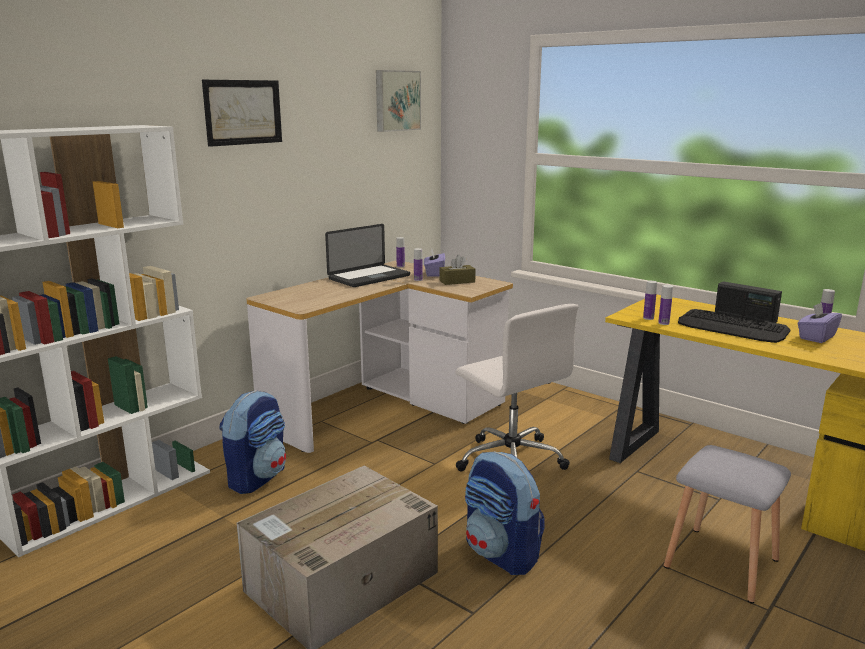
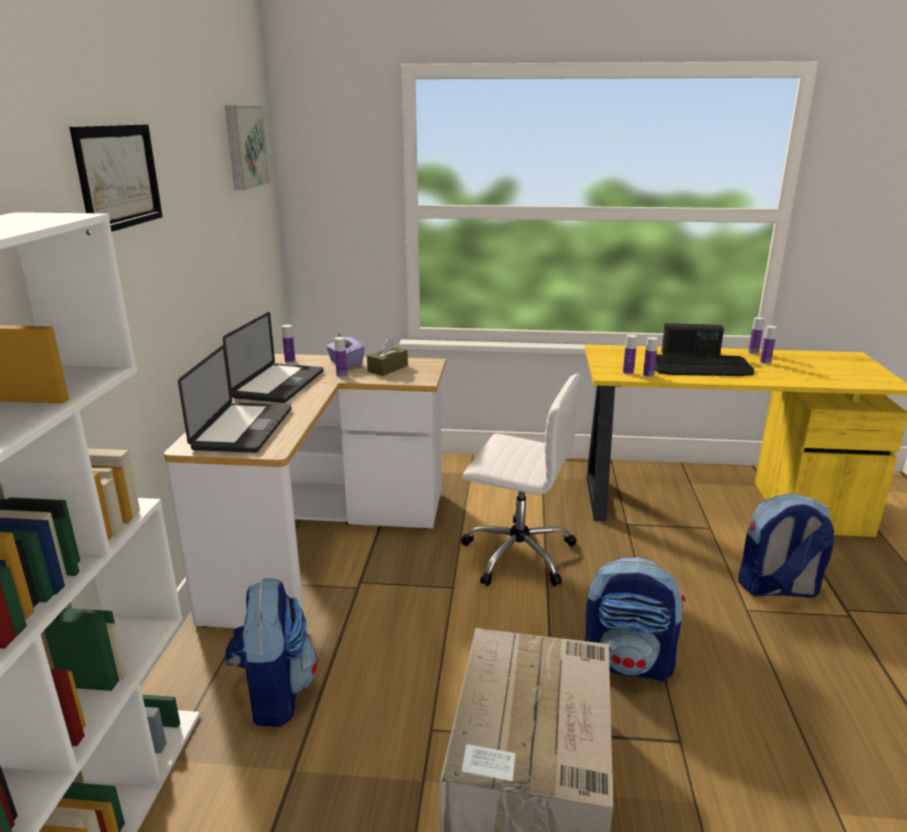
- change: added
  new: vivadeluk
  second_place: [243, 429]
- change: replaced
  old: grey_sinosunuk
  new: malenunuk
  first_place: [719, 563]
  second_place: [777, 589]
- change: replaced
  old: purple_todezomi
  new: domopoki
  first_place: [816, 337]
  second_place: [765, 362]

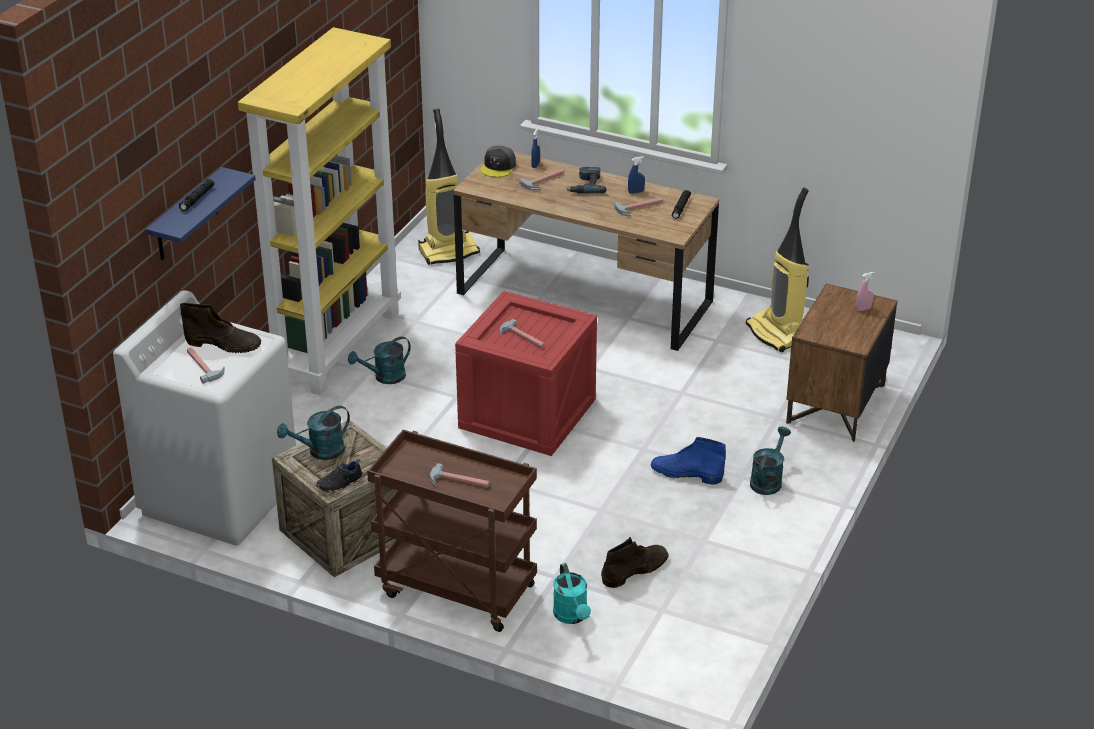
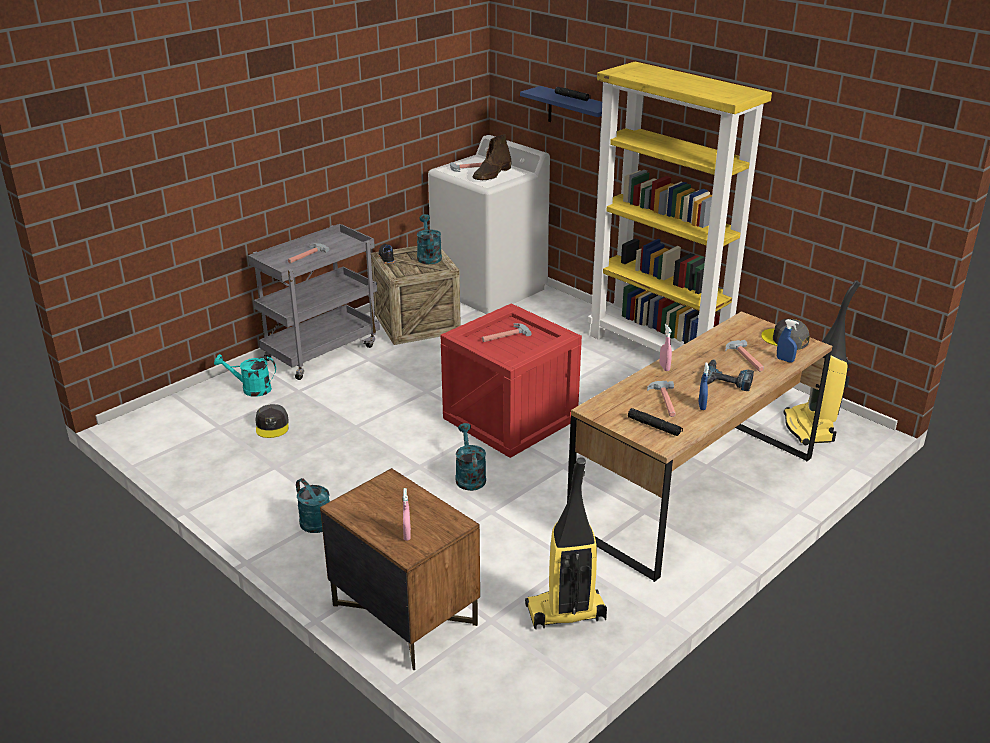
- change: removed
  old: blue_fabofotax
  first_place: [686, 474]
- change: added
  new: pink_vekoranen
  second_place: [664, 367]
- change: moved
  old: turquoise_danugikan
  first_place: [384, 377]
  second_place: [469, 476]
- change: replaced
  old: brown_fabofotax
  new: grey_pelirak
  first_place: [635, 570]
  second_place: [272, 426]
- change: recoloured
  old: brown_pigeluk
  new: grey_pigeluk
  first_place: [454, 590]
  second_place: [322, 351]

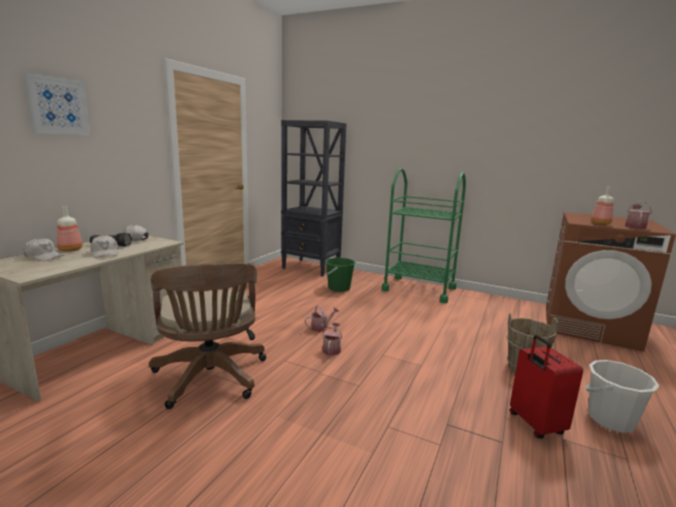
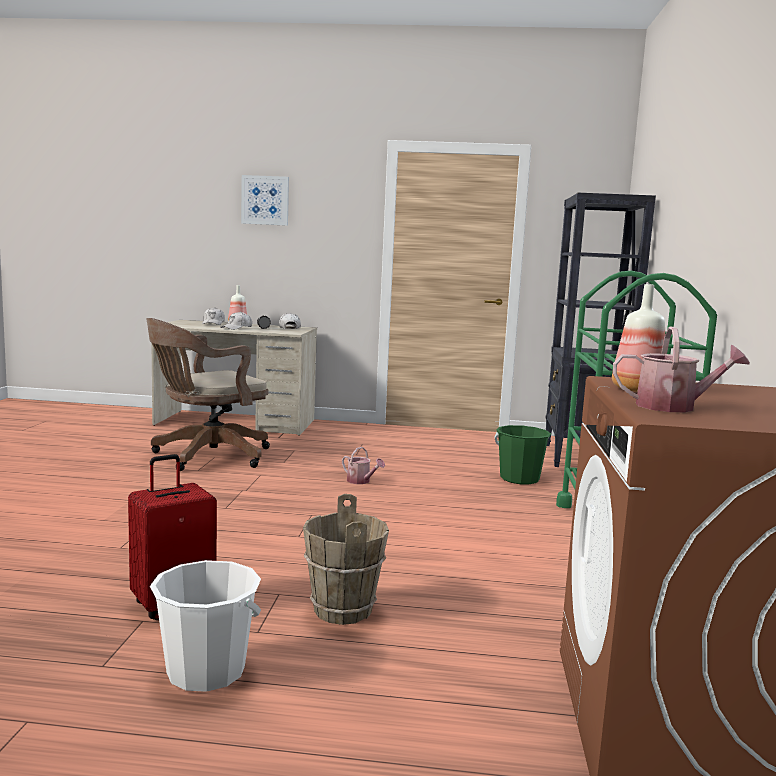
- change: removed
  old: danugikan
  first_place: [332, 349]

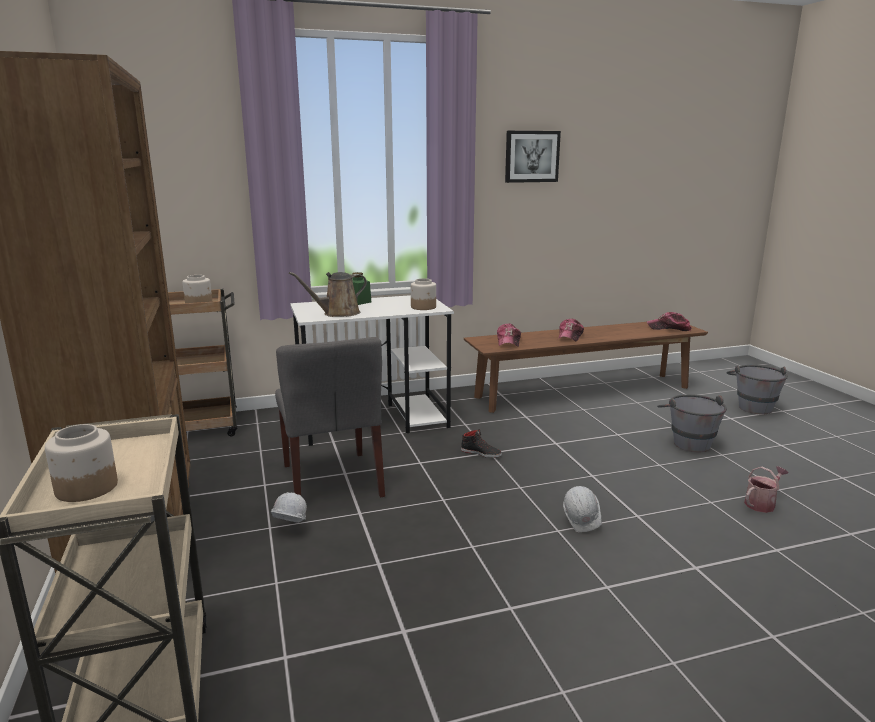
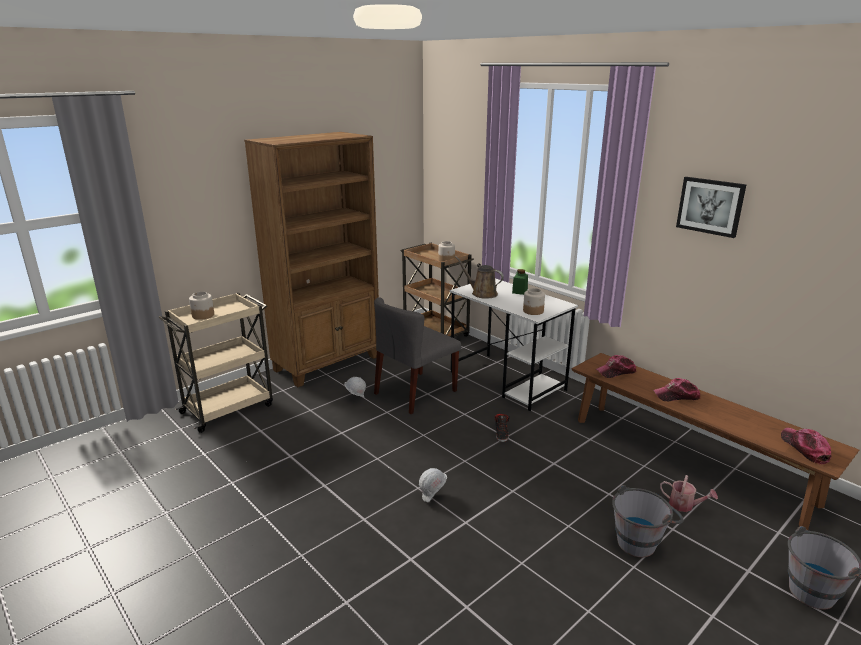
- change: moved
  old: danugikan
  first_place: [762, 503]
  second_place: [684, 505]

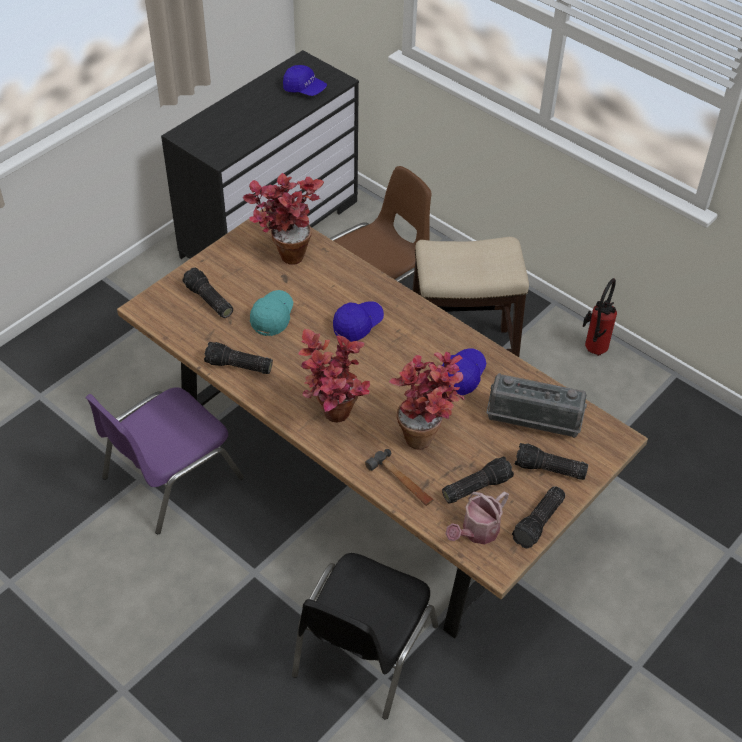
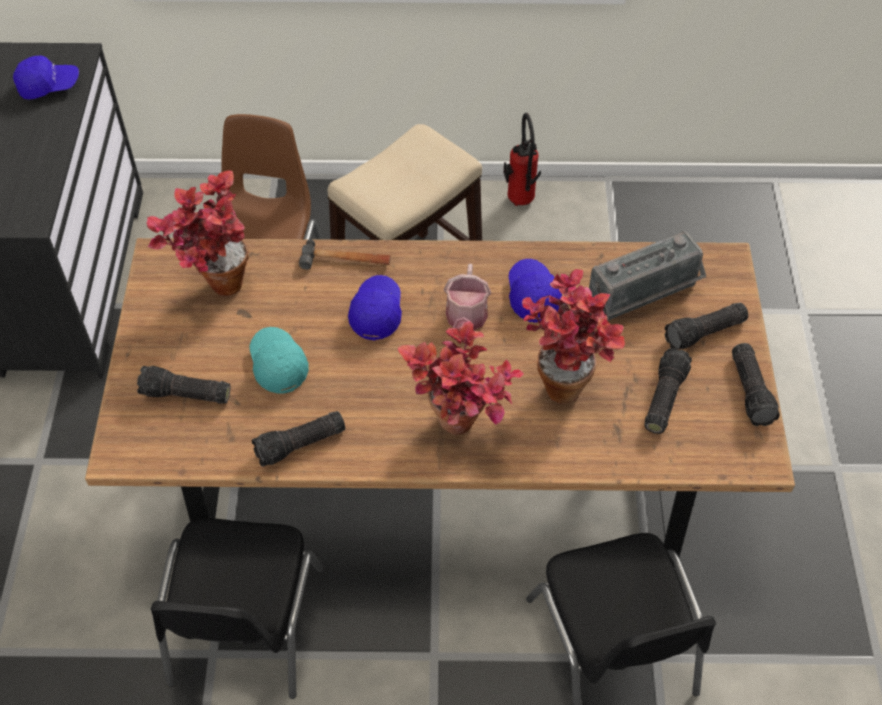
- change: moved
  old: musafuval
  first_place: [401, 482]
  second_place: [346, 261]
- change: moved
  old: danugikan
  first_place: [476, 532]
  second_place: [466, 321]
- change: recoloured
  old: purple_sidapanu
  new: black_sidapanu
  first_place: [169, 478]
  second_place: [243, 628]

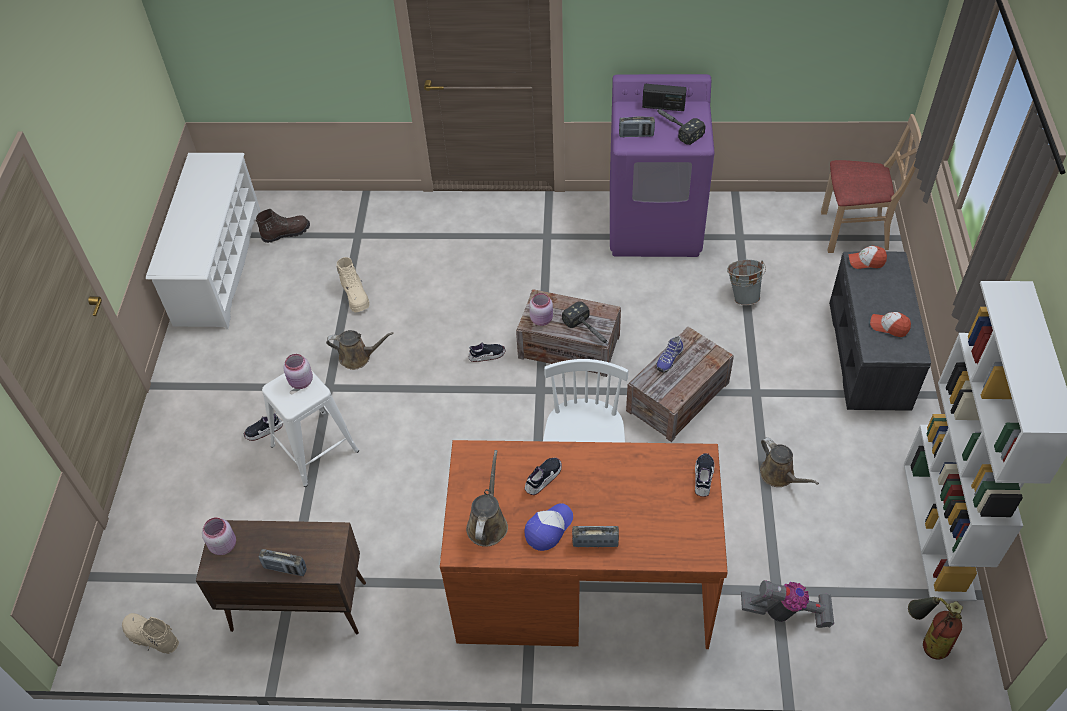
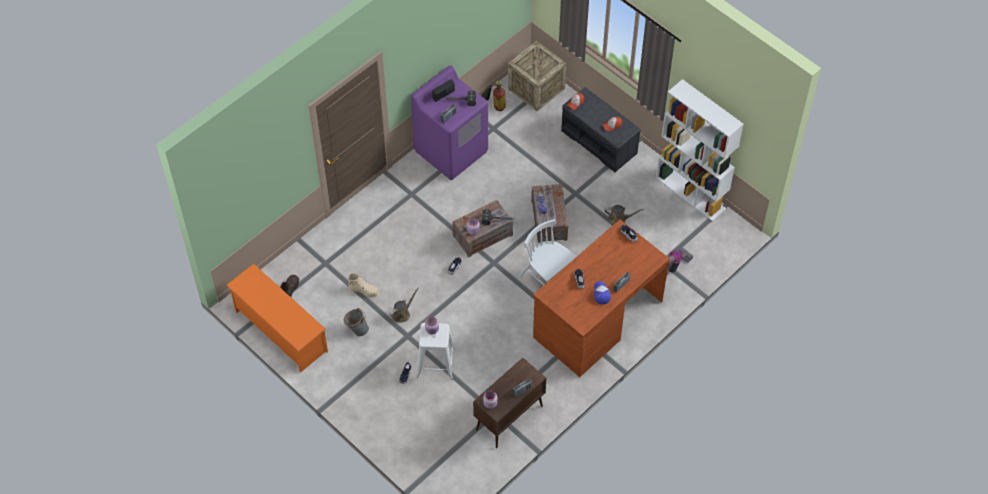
- change: removed
  old: beige_fabofotax
  first_place: [151, 637]
- change: removed
  old: brown_danugikan
  first_place: [488, 523]
- change: moved
  old: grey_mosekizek
  first_place: [743, 295]
  second_place: [357, 329]
- change: moved
  old: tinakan
  first_place: [926, 640]
  second_place: [494, 107]
- change: replaced
  old: beige_sidapanu
  new: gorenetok
  first_place: [854, 232]
  second_place: [536, 88]
- change: recoloured
  old: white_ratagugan
  new: orange_ratagugan
  first_place: [218, 266]
  second_place: [280, 331]

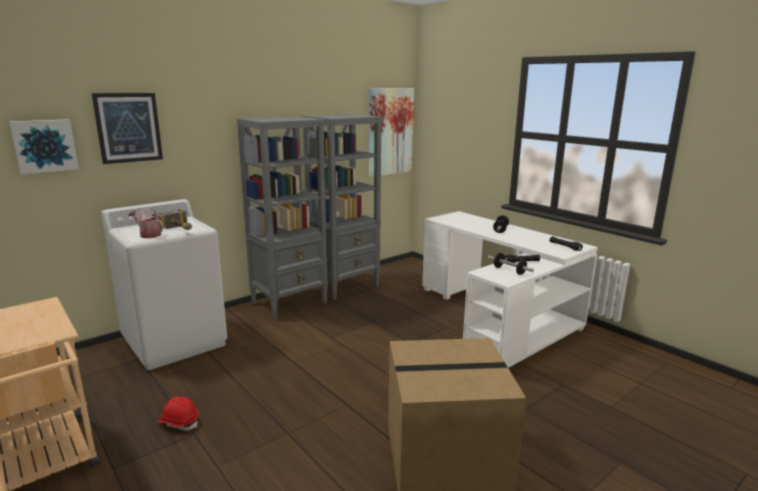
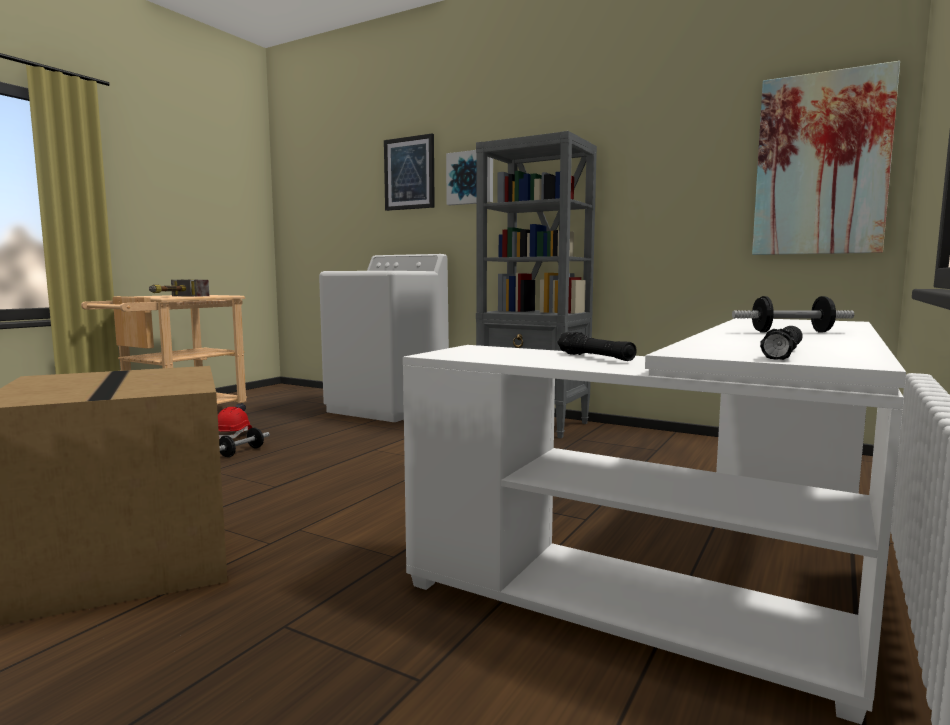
- change: removed
  old: danugikan
  first_place: [148, 235]
- change: removed
  old: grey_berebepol
  first_place: [345, 286]
- change: moved
  old: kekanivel
  first_place: [45, 146]
  second_place: [470, 178]
- change: moved
  old: musafuval
  first_place: [179, 229]
  second_place: [174, 296]
- change: moved
  old: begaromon
  first_place: [509, 271]
  second_place: [241, 452]

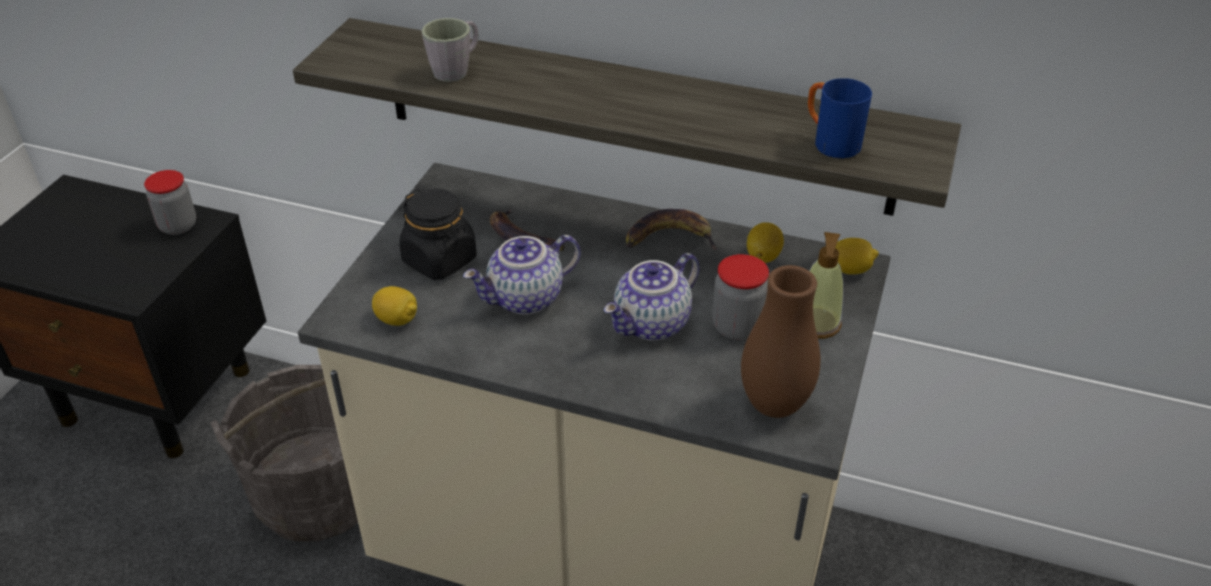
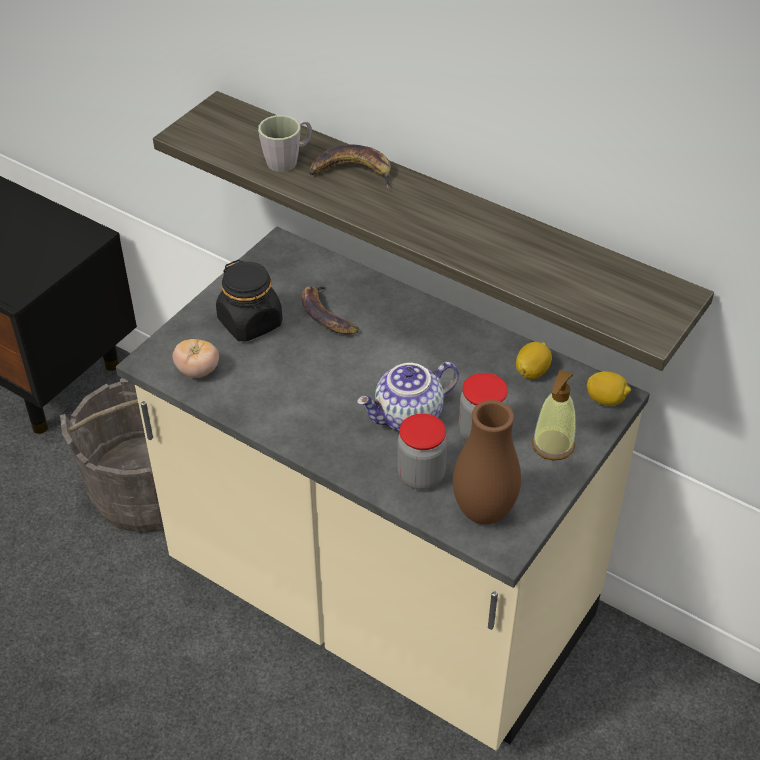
- change: removed
  old: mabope
  first_place: [525, 299]
- change: removed
  old: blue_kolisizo
  first_place: [830, 142]
- change: moved
  old: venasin
  first_place: [178, 226]
  second_place: [421, 475]
- change: moved
  old: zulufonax
  first_place: [670, 238]
  second_place: [353, 172]
- change: replaced
  old: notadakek
  new: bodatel
  first_place: [397, 319]
  second_place: [197, 371]

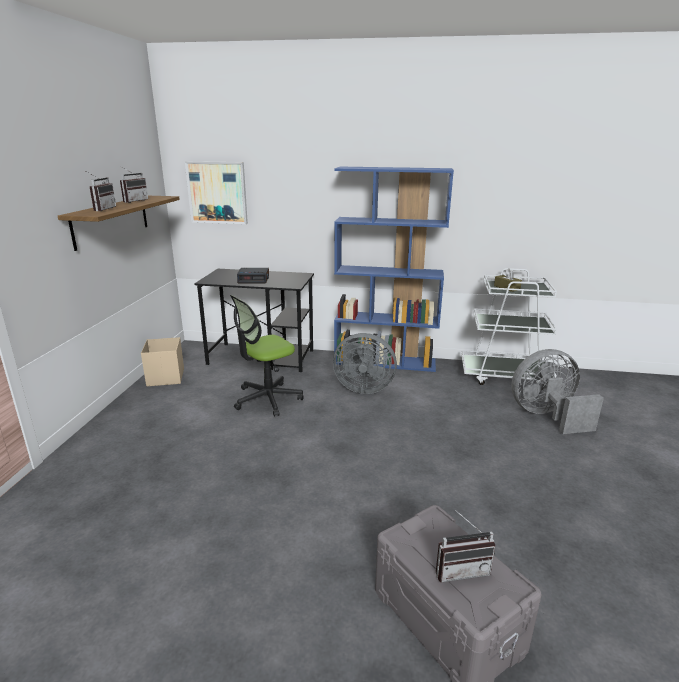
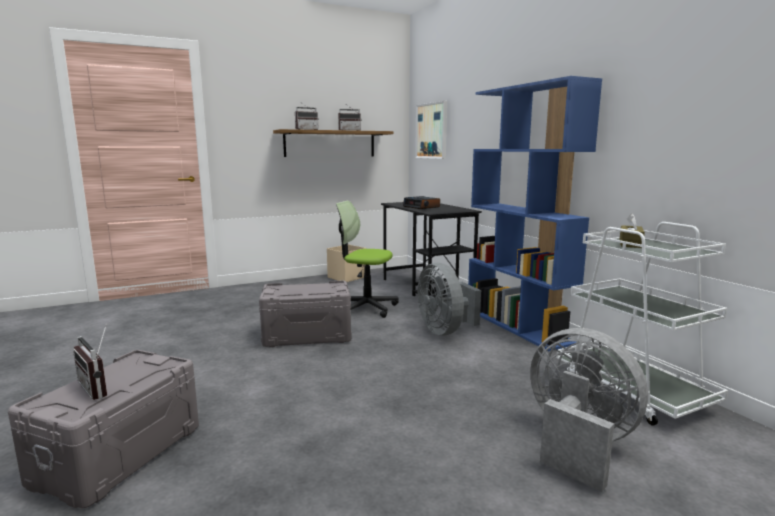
- change: added
  new: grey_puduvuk
  second_place: [307, 335]

